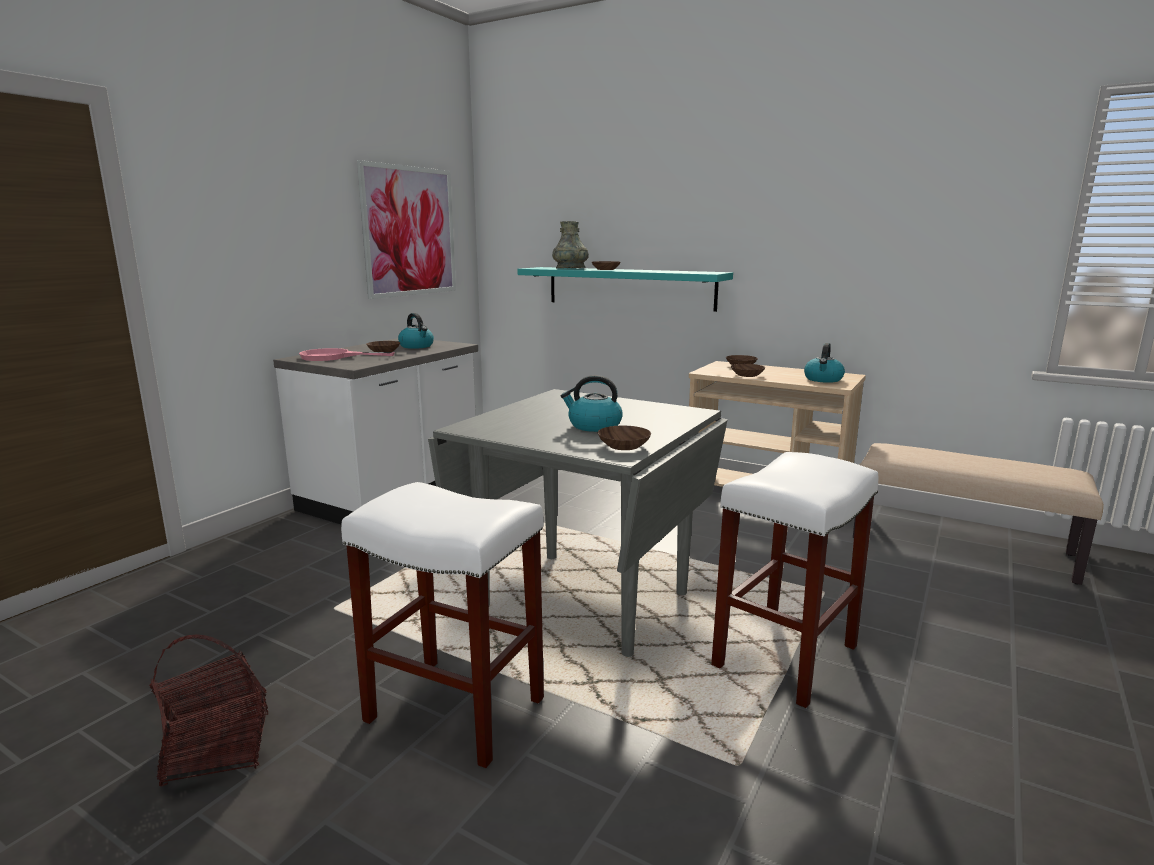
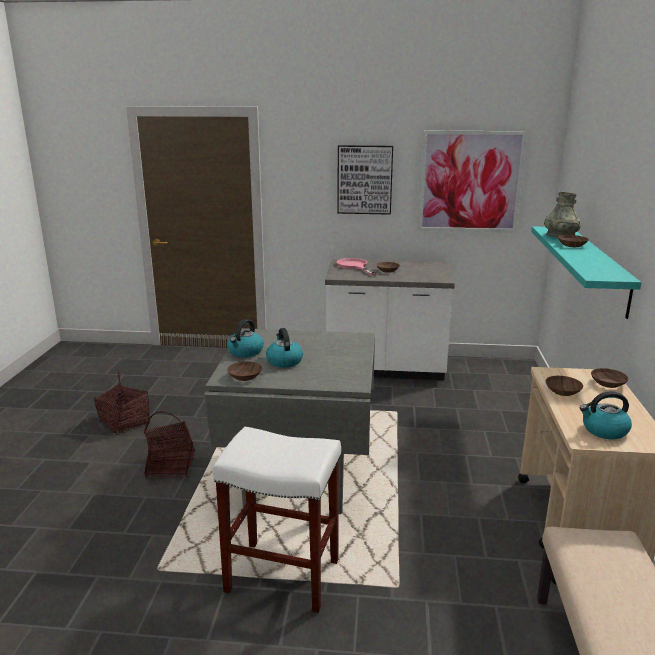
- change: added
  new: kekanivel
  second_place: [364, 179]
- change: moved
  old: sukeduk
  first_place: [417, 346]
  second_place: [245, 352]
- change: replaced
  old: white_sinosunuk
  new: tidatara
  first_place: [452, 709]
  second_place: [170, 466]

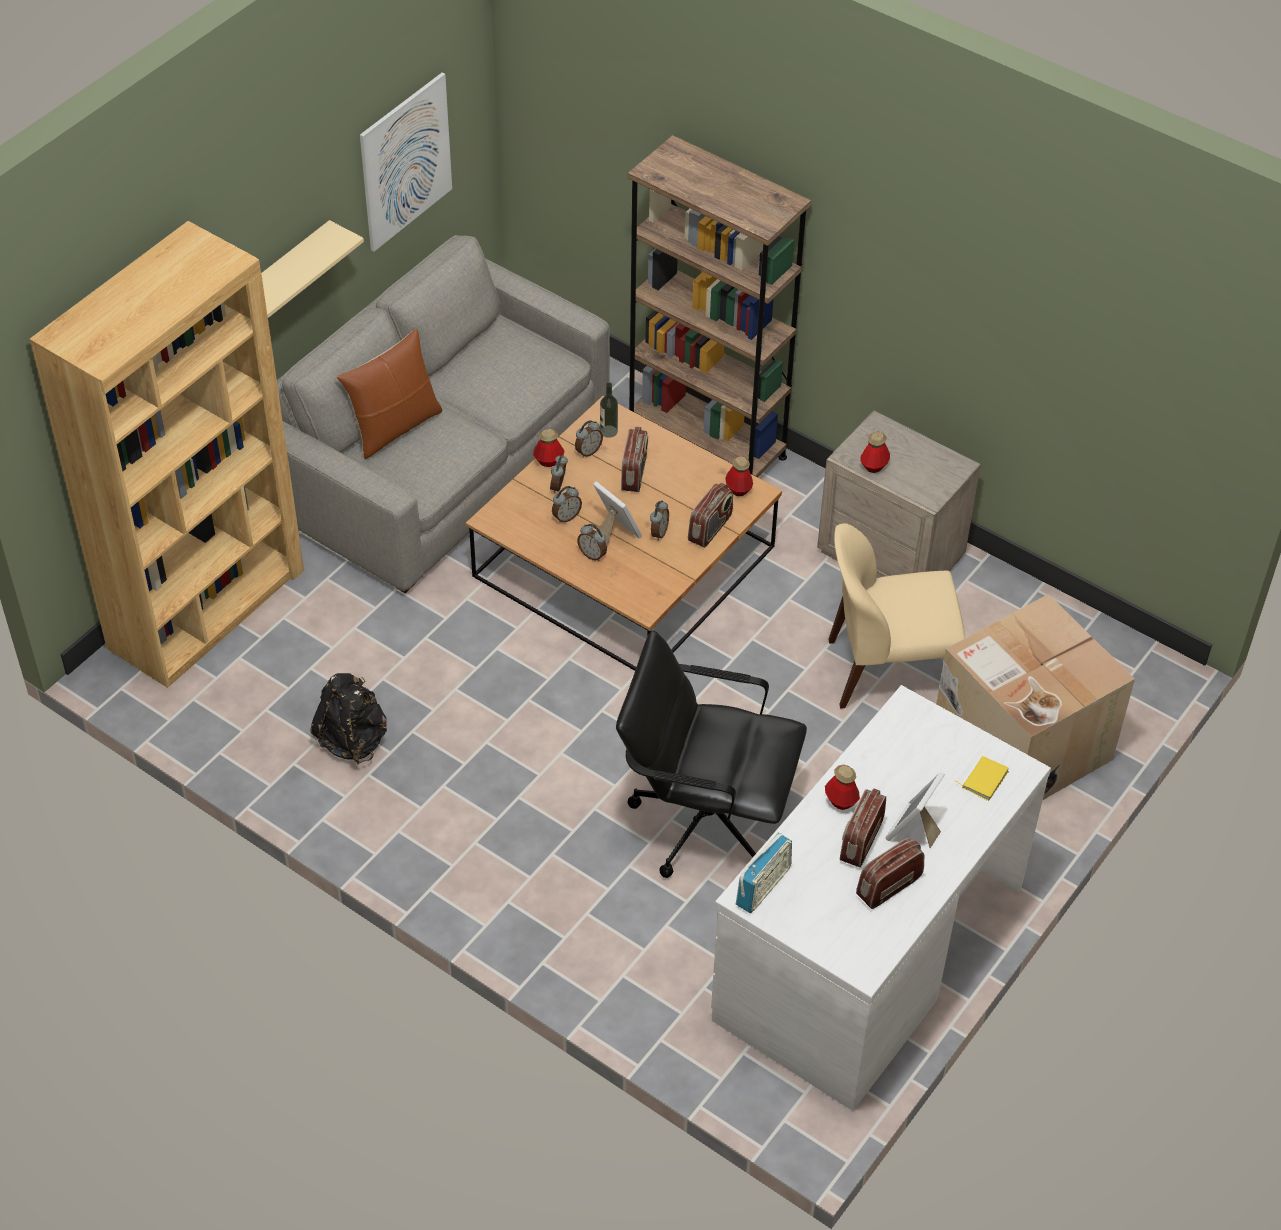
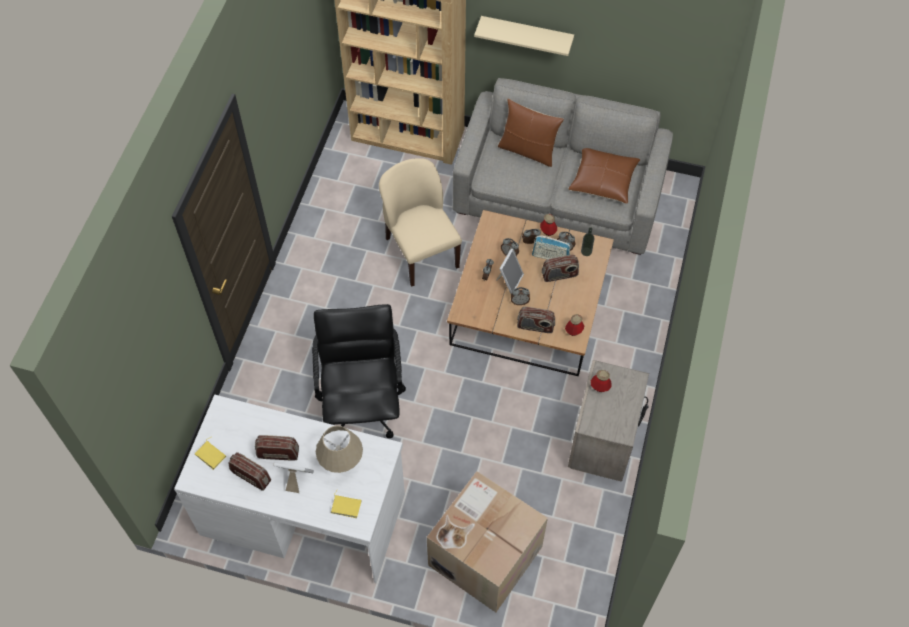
- change: removed
  old: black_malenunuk
  first_place: [353, 739]
- change: removed
  old: kekanivel
  first_place: [406, 162]
- change: removed
  old: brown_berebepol
  first_place: [706, 443]
- change: removed
  old: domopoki
  first_place: [841, 800]
- change: added
  new: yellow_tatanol
  second_place: [211, 455]
- change: added
  new: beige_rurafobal
  second_place: [341, 462]
- change: added
  new: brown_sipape
  second_place: [603, 180]
- change: moved
  old: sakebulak
  first_place: [763, 886]
  second_place: [550, 256]
- change: moved
  old: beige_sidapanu
  first_place: [886, 670]
  second_place: [421, 251]

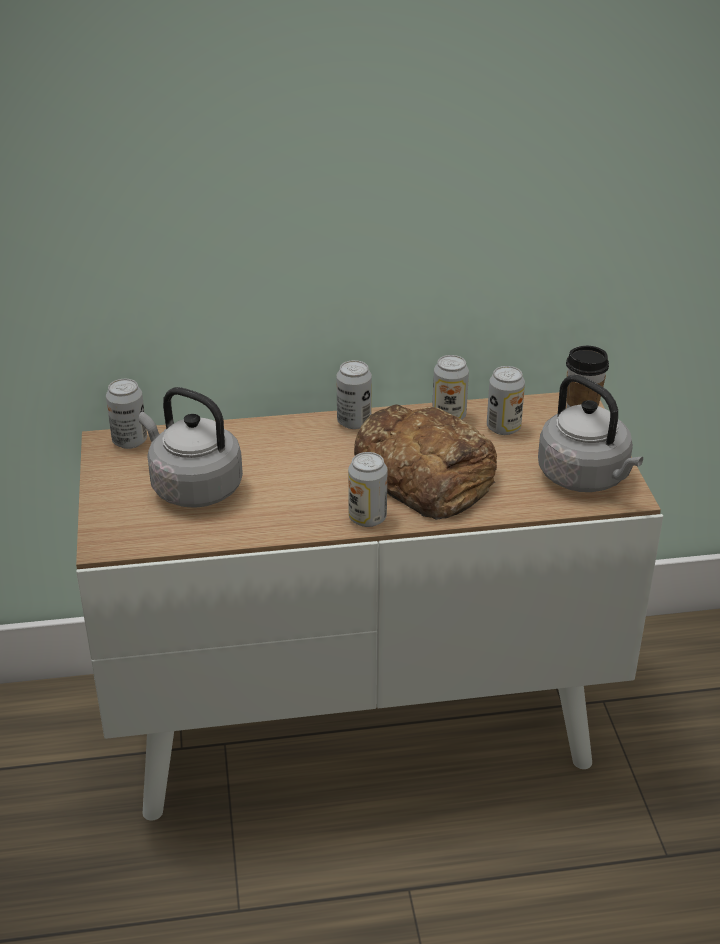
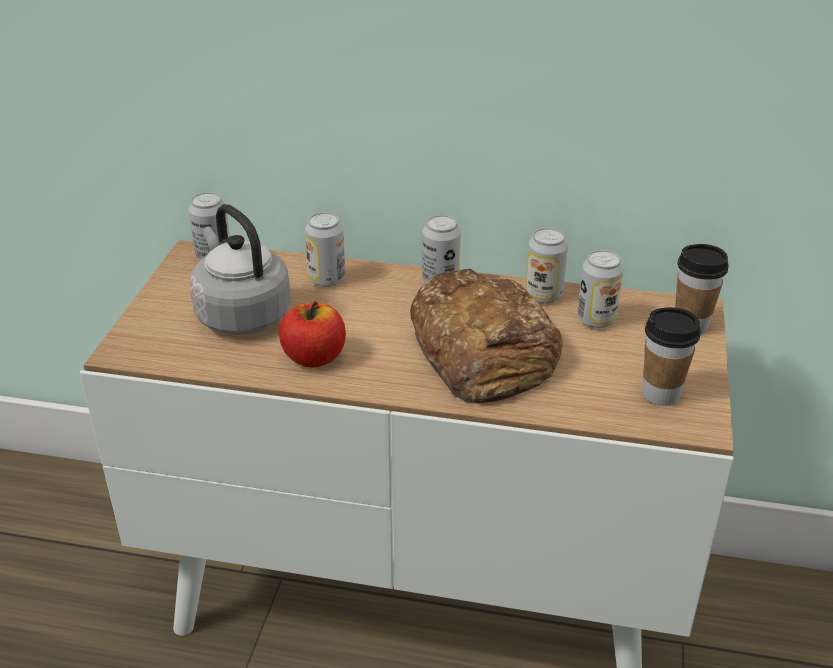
- change: added
  new: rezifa
  second_place: [314, 357]
- change: moved
  old: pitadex
  first_place: [367, 518]
  second_place: [327, 279]
- change: replaced
  old: grey_sukeduk
  new: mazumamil
  first_place: [586, 478]
  second_place: [661, 394]

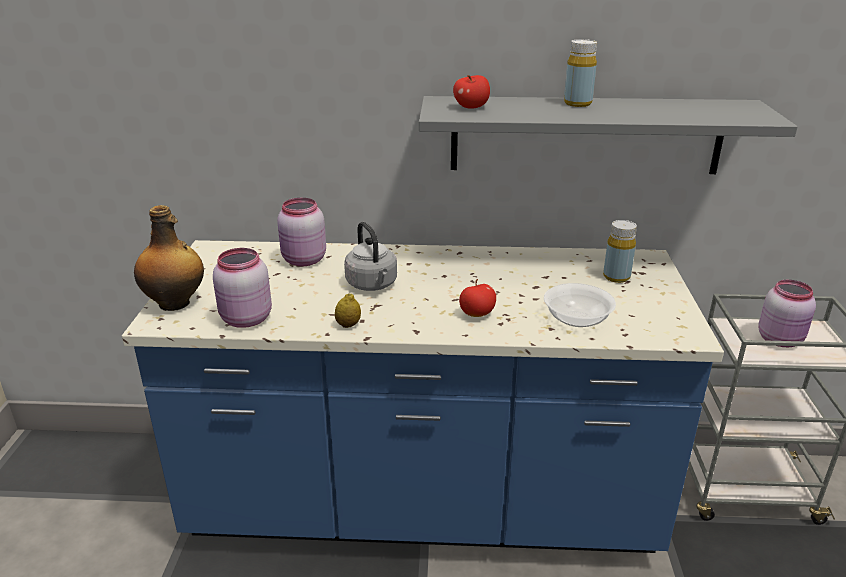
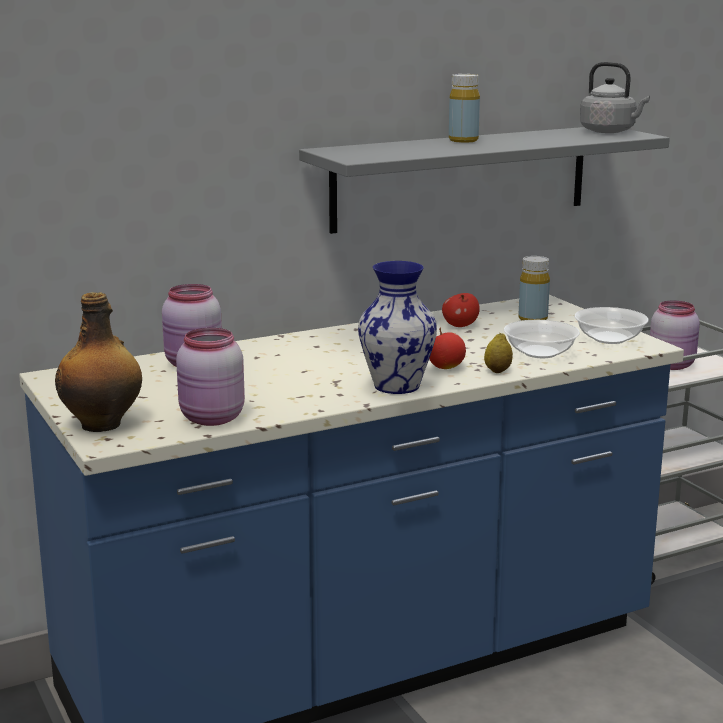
- change: added
  new: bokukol
  second_place: [397, 386]
- change: added
  new: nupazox
  second_place: [610, 339]
- change: moved
  old: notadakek
  first_place: [348, 325]
  second_place: [497, 371]
- change: moved
  old: grey_sukeduk
  first_place: [372, 285]
  second_place: [610, 131]
- change: moved
  old: rezifa
  first_place: [471, 107]
  second_place: [460, 326]

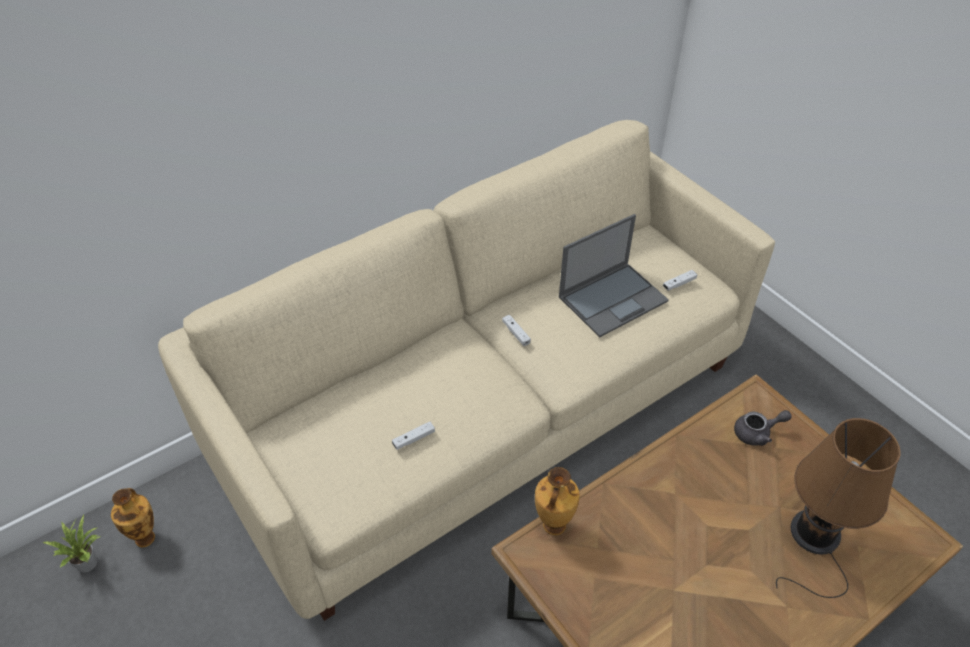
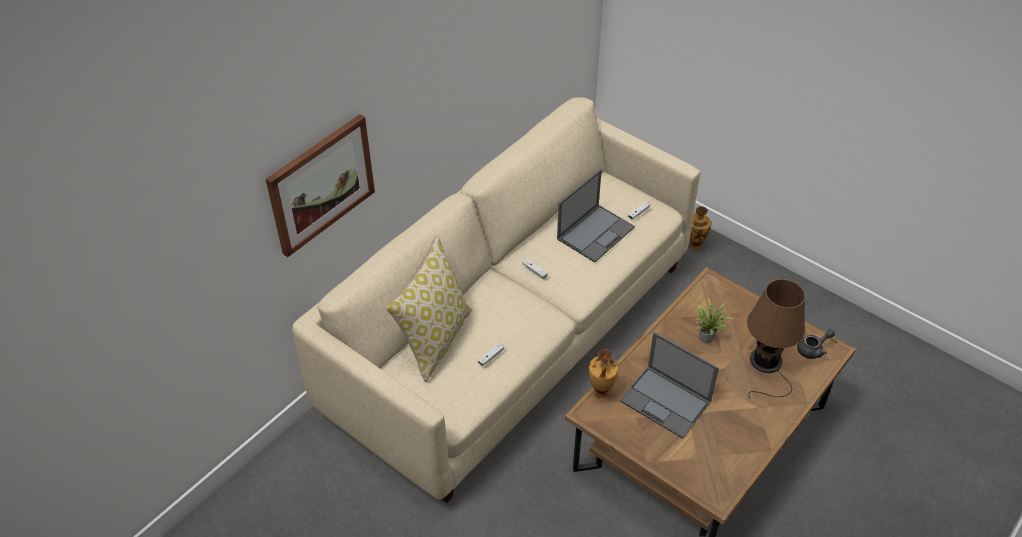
- change: added
  new: kekanivel
  second_place: [321, 184]
- change: added
  new: sipape
  second_place: [434, 339]
- change: added
  new: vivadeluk
  second_place: [666, 402]
- change: moved
  old: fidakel
  first_place: [89, 561]
  second_place: [706, 336]
- change: moved
  old: bokukol
  first_place: [146, 537]
  second_place: [695, 245]
- change: moved
  old: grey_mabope
  first_place: [757, 433]
  second_place: [813, 349]

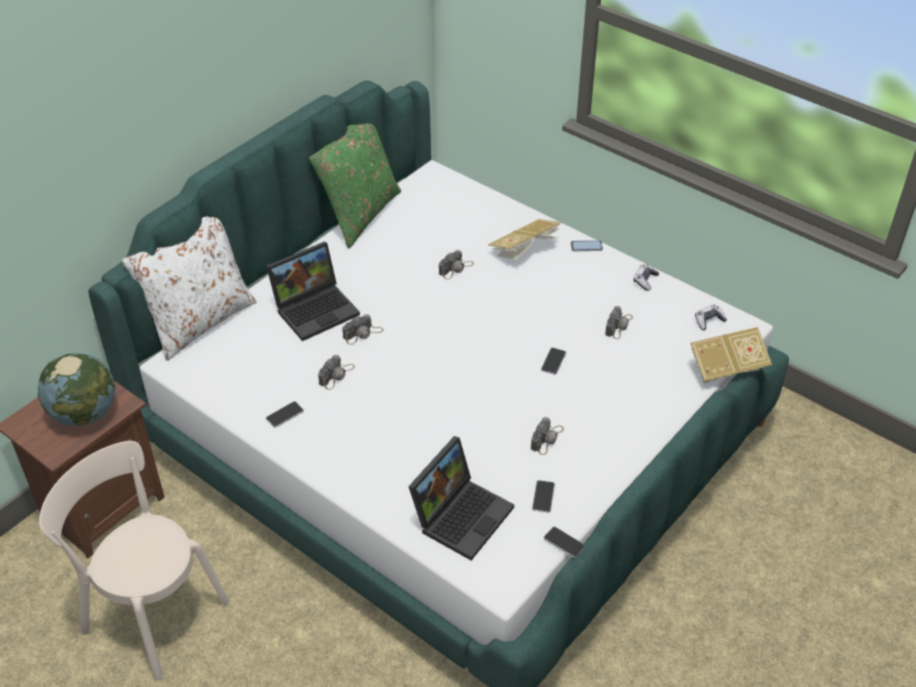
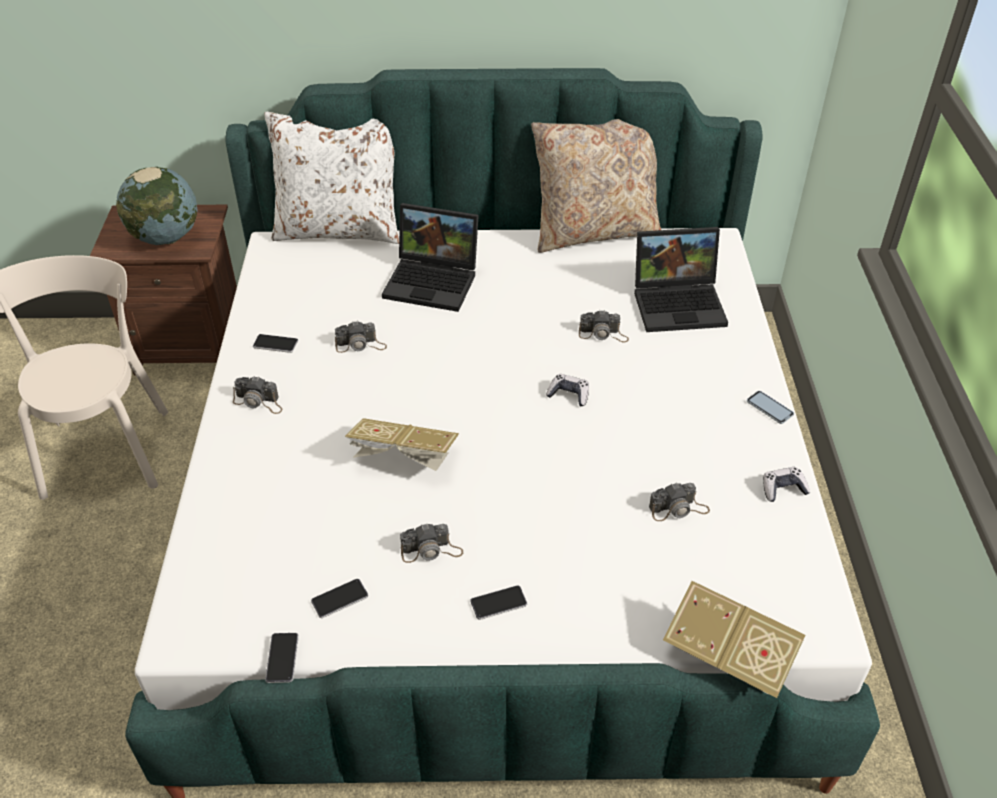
- change: moved
  old: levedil
  first_place: [363, 333]
  second_place: [259, 402]
- change: moved
  old: vivadeluk
  first_place: [461, 514]
  second_place: [680, 303]
- change: moved
  old: tatanol
  first_place: [525, 250]
  second_place: [403, 458]
- change: moved
  old: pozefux
  first_place: [553, 361]
  second_place: [498, 603]
- change: moved
  old: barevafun
  first_place: [709, 321]
  second_place: [568, 394]
- change: recoloured
  old: green_sipape
  new: beige_sipape
  first_place: [360, 214]
  second_place: [594, 231]

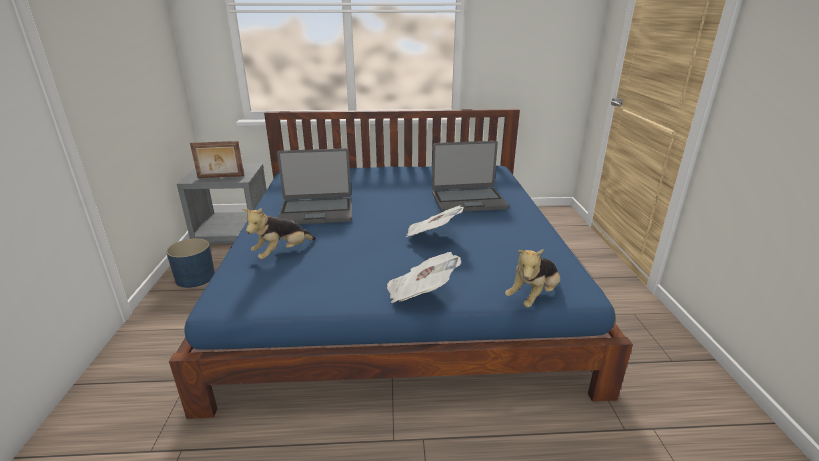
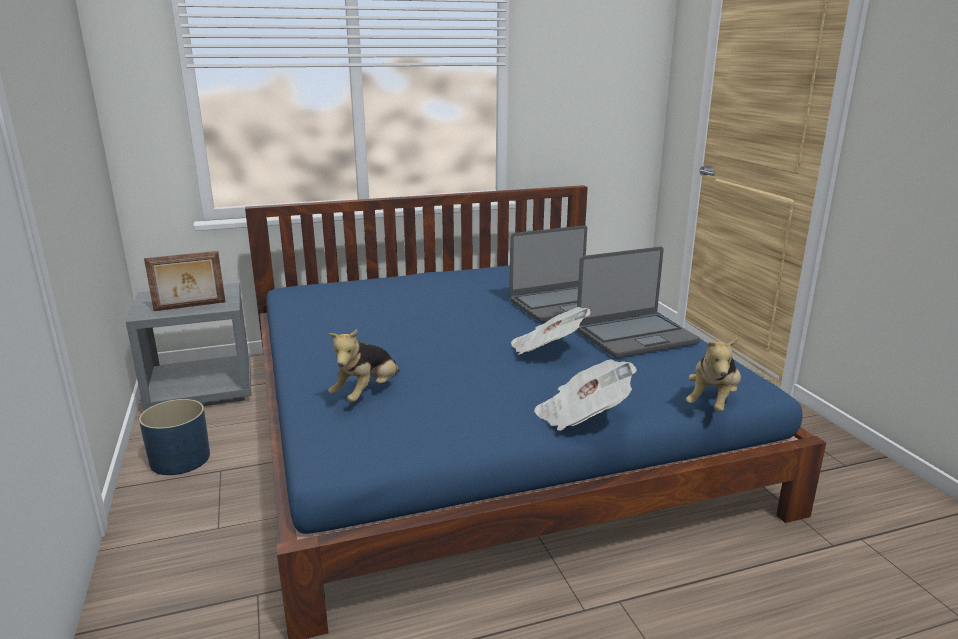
- change: moved
  old: vivadeluk
  first_place: [316, 212]
  second_place: [635, 336]

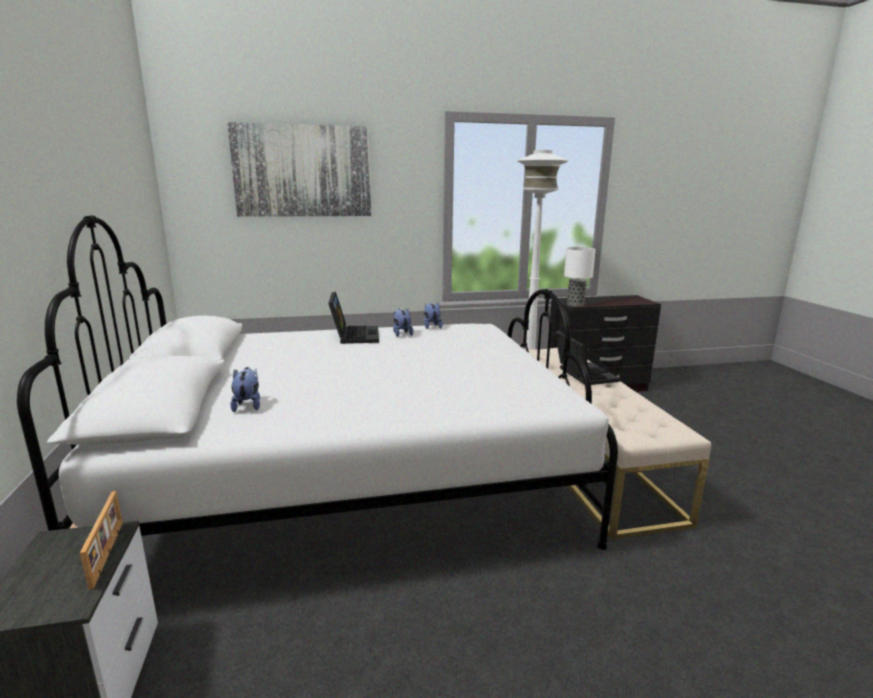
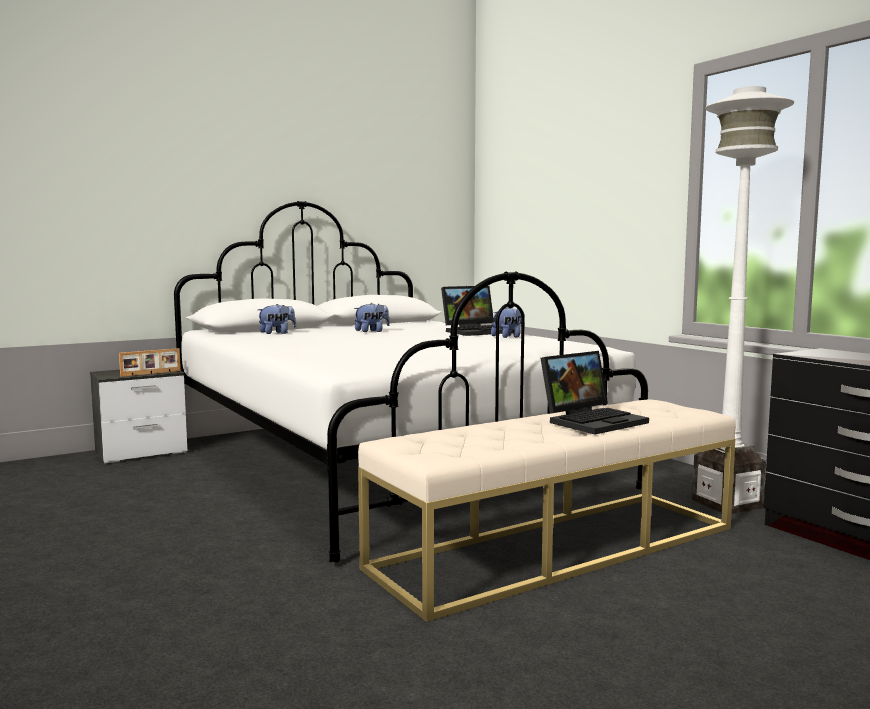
- change: removed
  old: kekanivel
  first_place: [303, 171]
- change: removed
  old: rurafobal
  first_place: [575, 304]
- change: moved
  old: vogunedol
  first_place: [431, 326]
  second_place: [372, 331]

